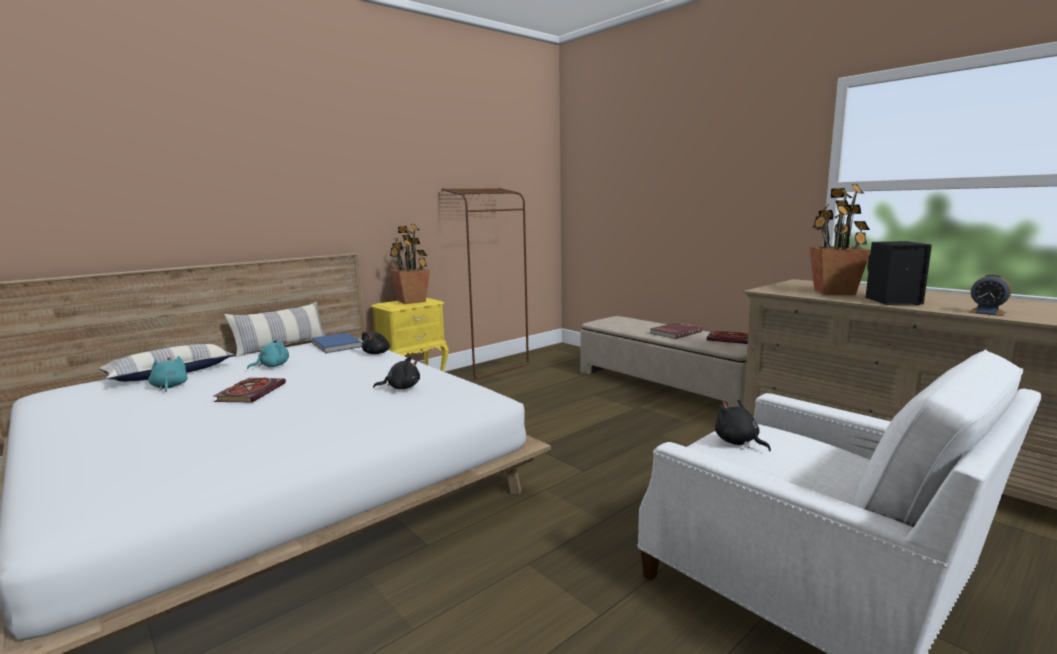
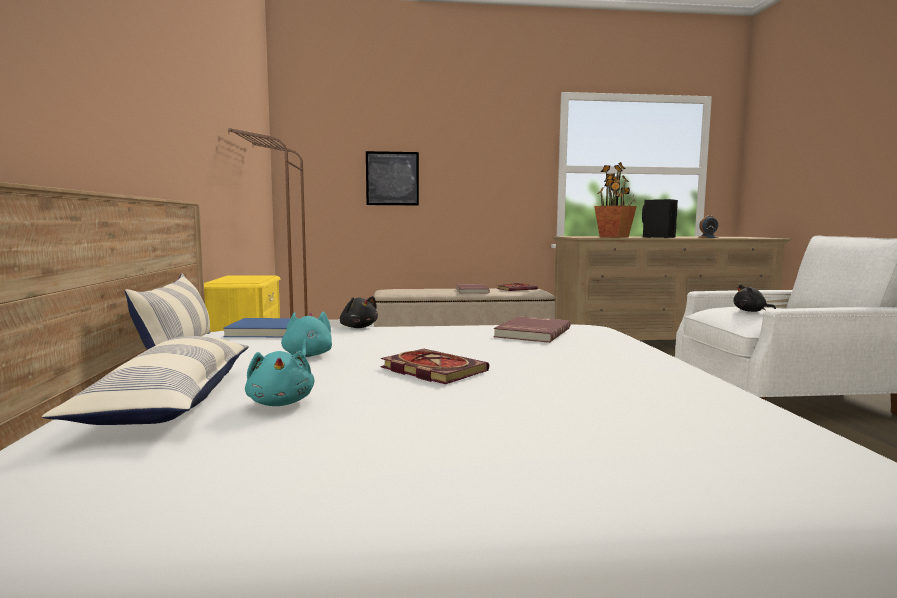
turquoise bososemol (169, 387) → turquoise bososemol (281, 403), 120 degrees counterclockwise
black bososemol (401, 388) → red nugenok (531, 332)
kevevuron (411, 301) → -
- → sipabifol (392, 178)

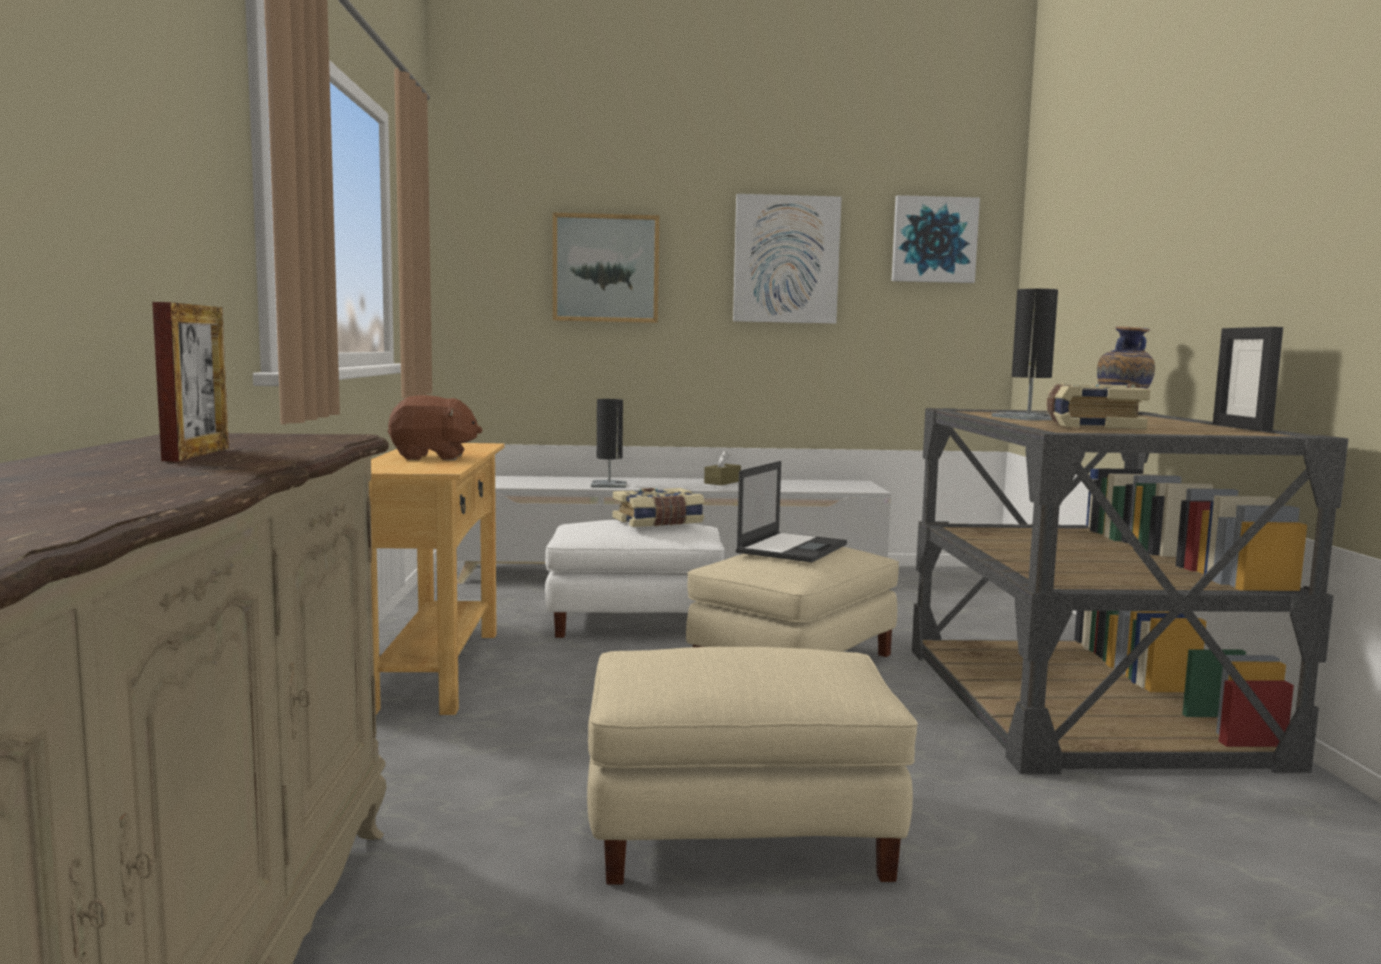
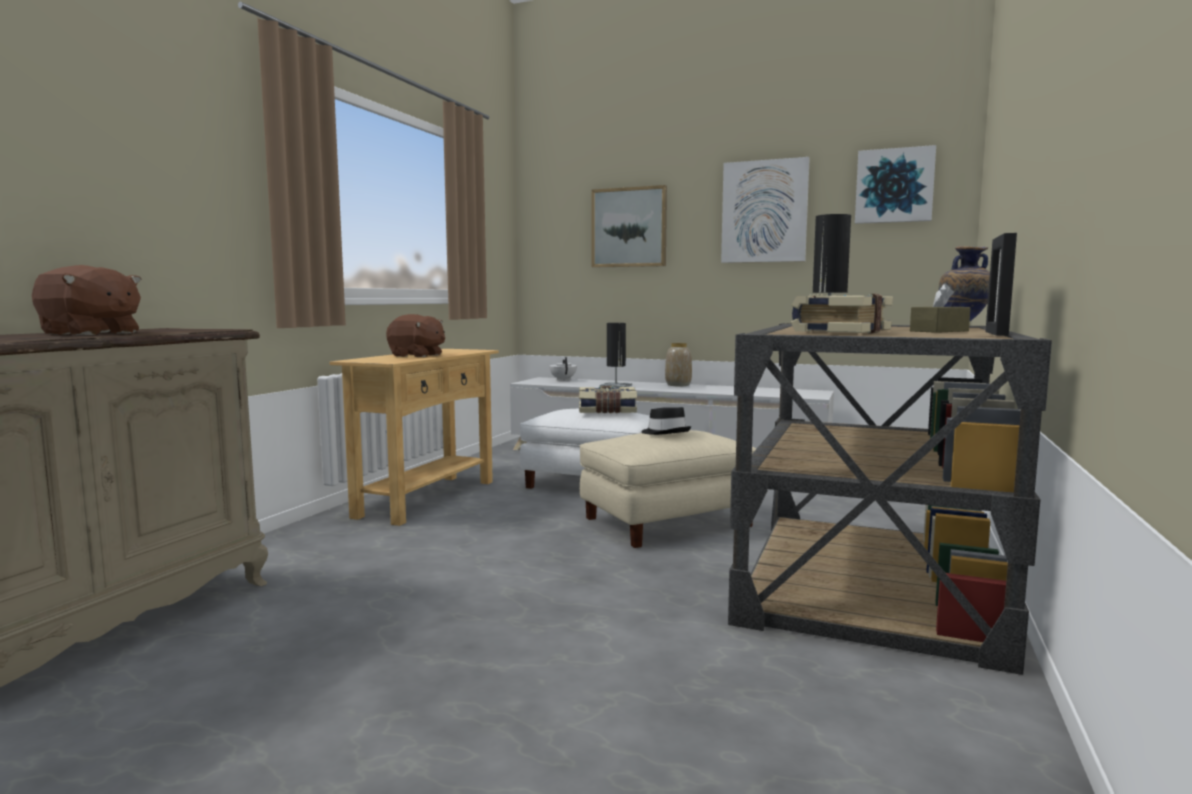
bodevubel (197, 454) → brown bososemol (90, 333)
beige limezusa (741, 828) → -
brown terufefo (722, 482) → brown terufefo (939, 331), shifted
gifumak (792, 548) → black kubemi (665, 432)
- → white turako (563, 380)
- → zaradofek (678, 385)

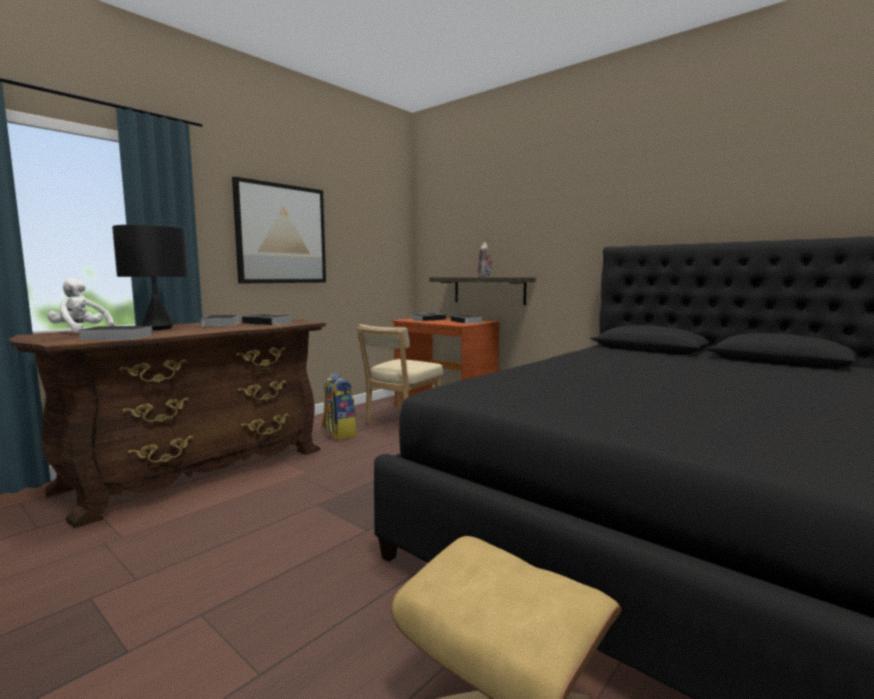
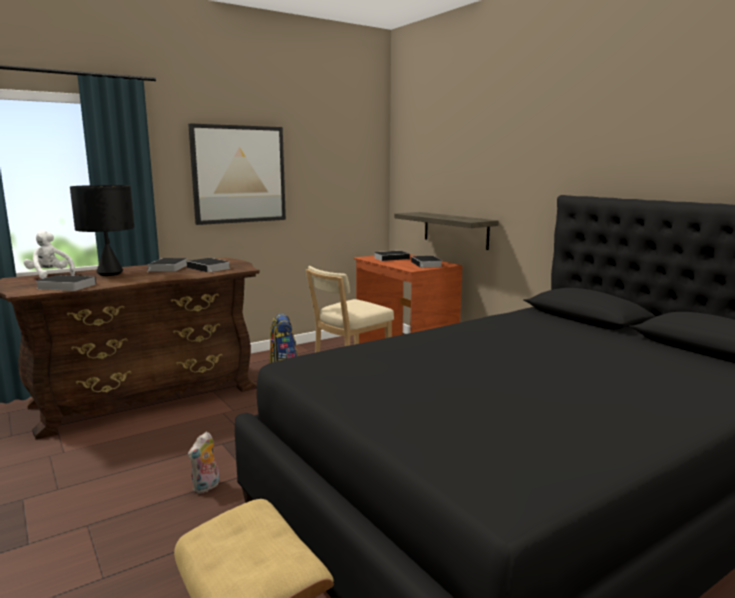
bososemol (484, 277) → bososemol (206, 487), shifted

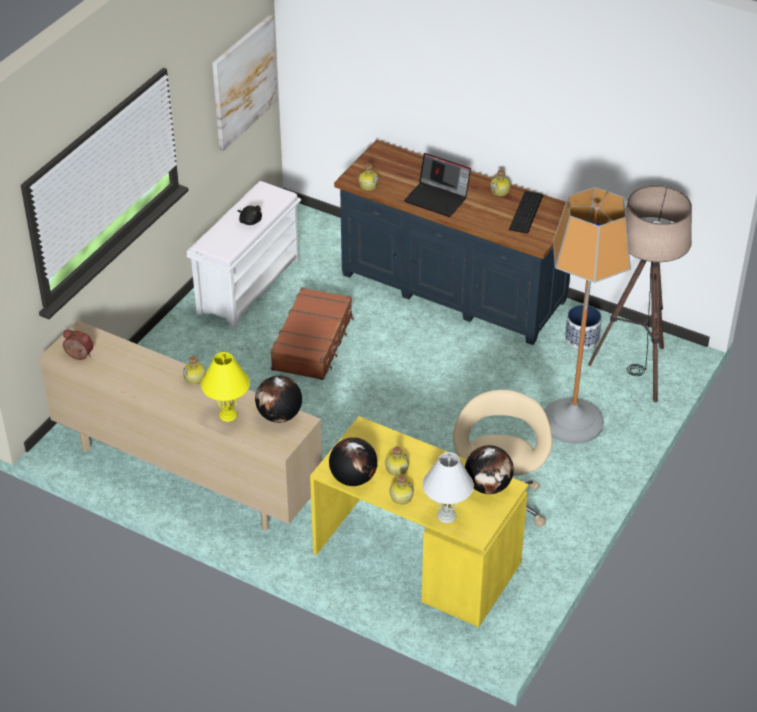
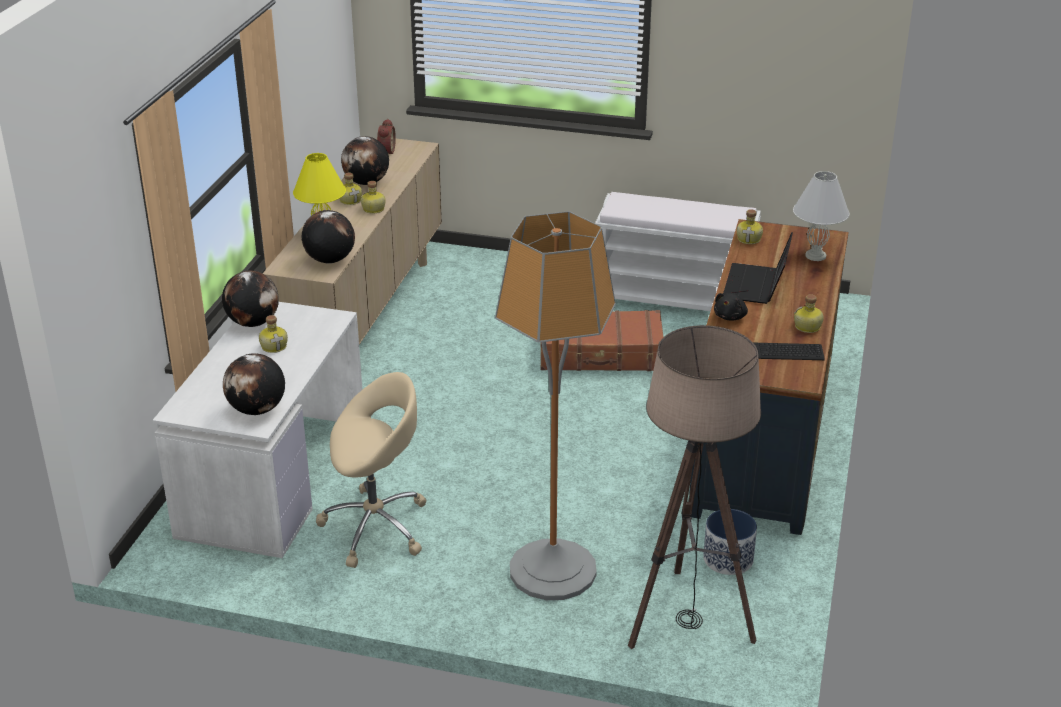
sipabifol (244, 82) → -
black bososemol (250, 221) → black bososemol (730, 316), shifted
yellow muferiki (415, 558) → white muferiki (273, 477)
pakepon (400, 497) → pakepon (350, 200), shifted
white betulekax (446, 515) → white betulekax (816, 256), shifted
- → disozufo (366, 182)

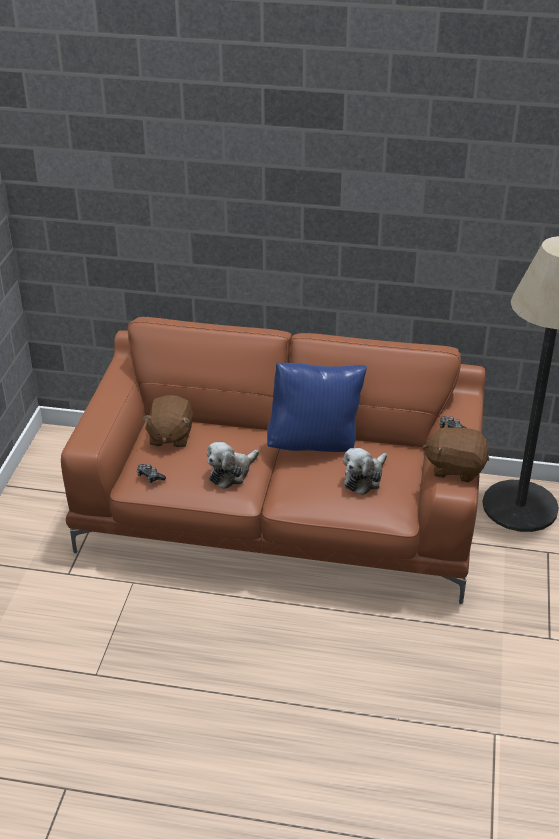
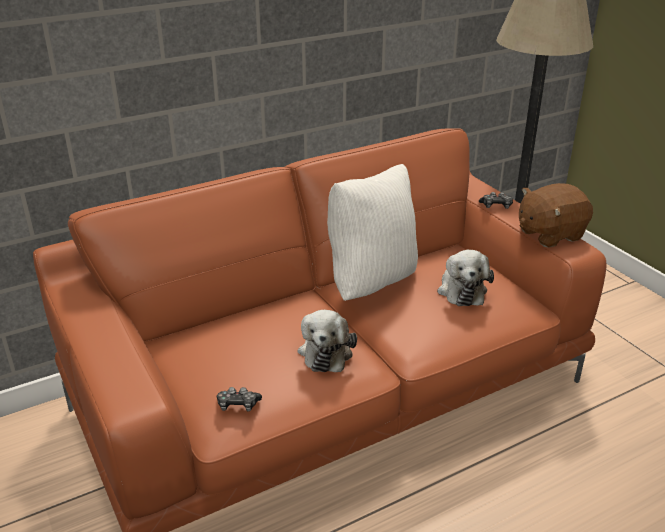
brown bososemol (170, 436) → -
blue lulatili (314, 444) → white lulatili (371, 282)

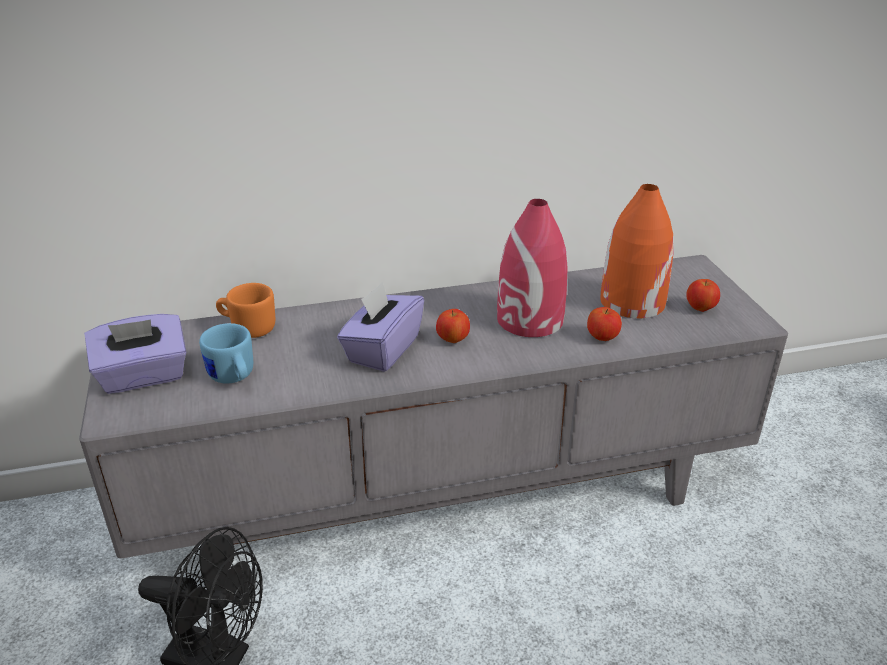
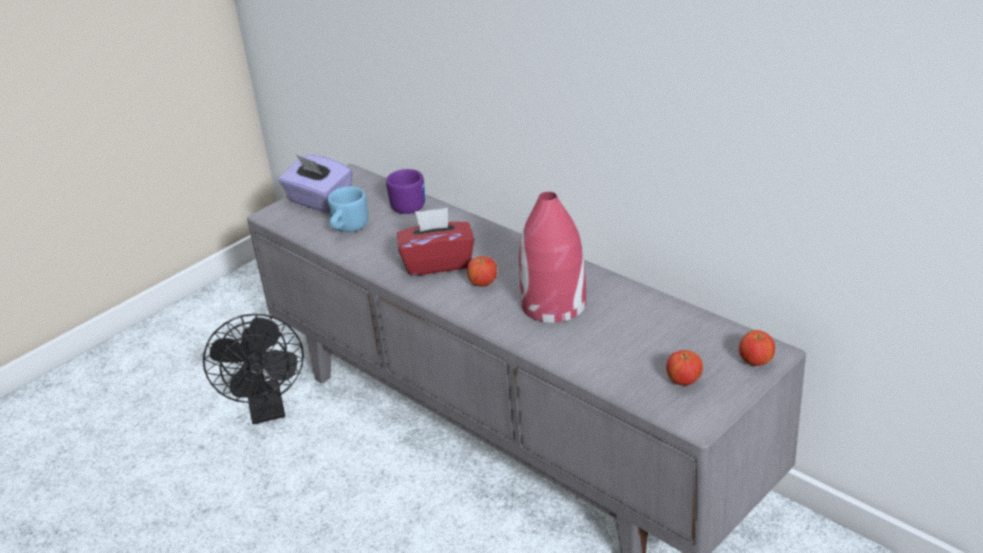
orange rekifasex (248, 328) → purple rekifasex (407, 205)
purple terufefo (382, 349) → red terufefo (438, 263)
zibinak (602, 338) → zibinak (756, 362), shifted
orange zaradofek (631, 302) → -

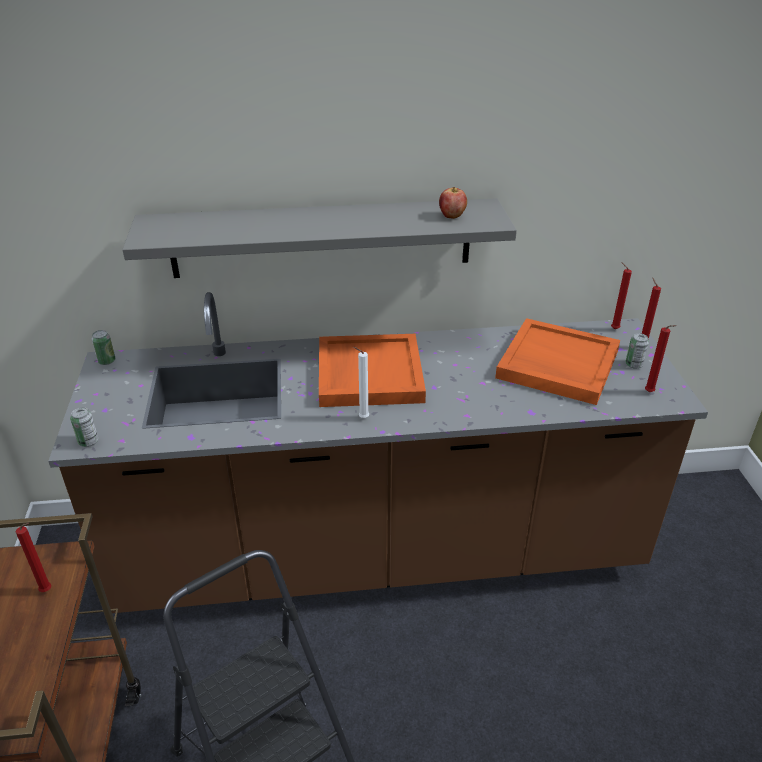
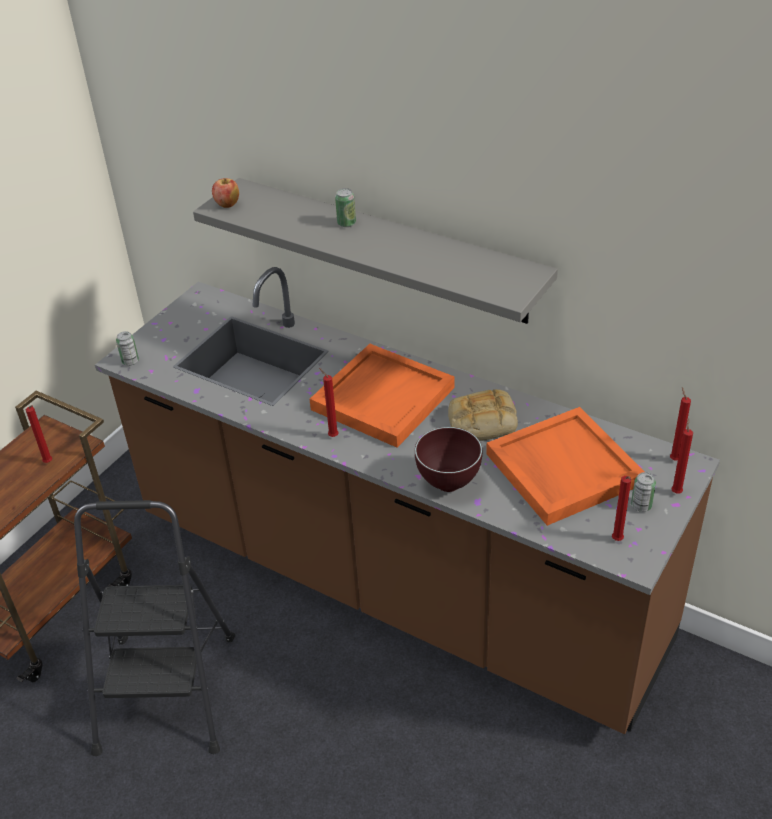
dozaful (106, 361) → dozaful (346, 223), shifted
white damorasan (362, 418) → red damorasan (332, 436)
zibinak (452, 216) → zibinak (227, 205), shifted
- → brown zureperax (447, 483)
- → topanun (481, 422)

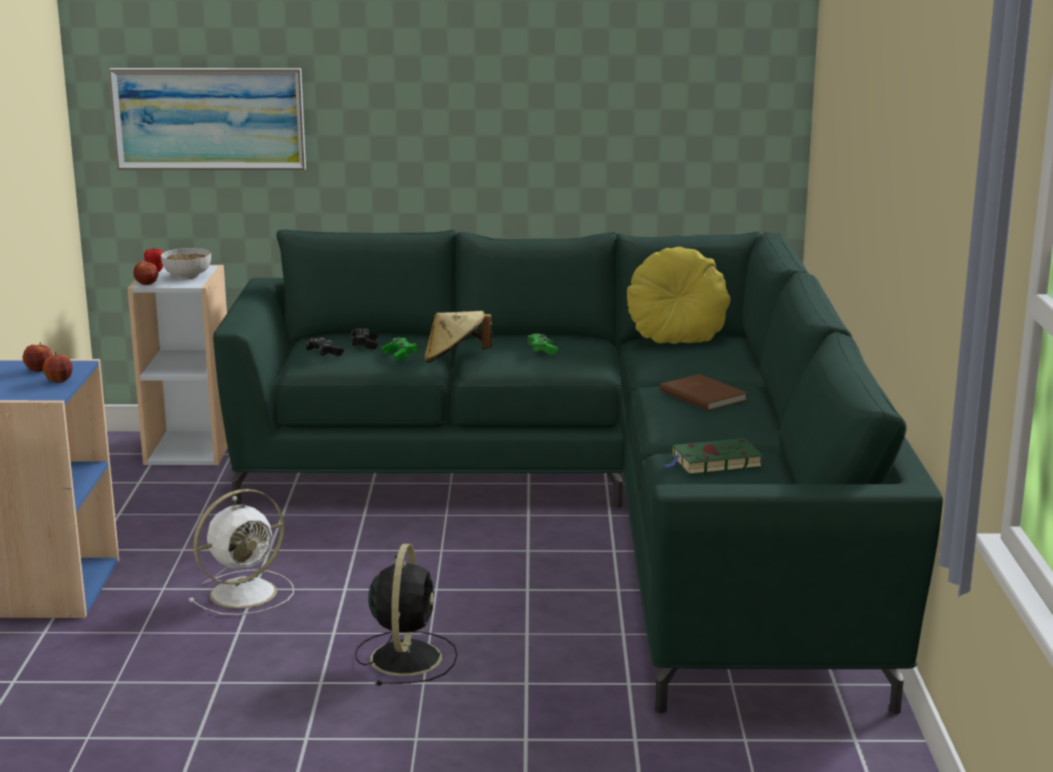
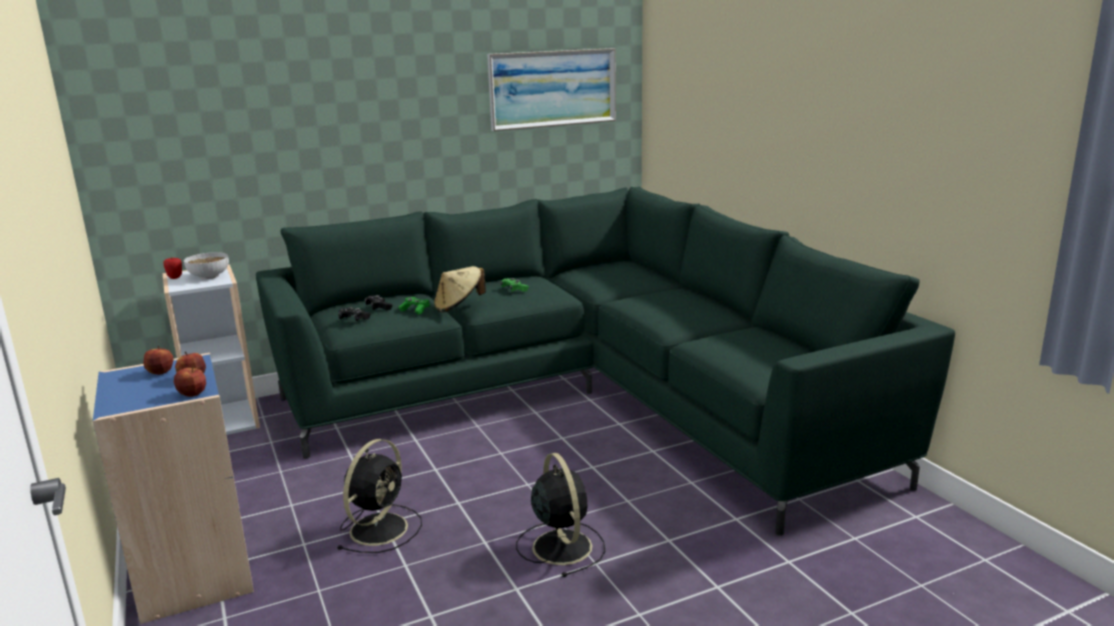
sipabifol (209, 118) → sipabifol (553, 88), shifted
zibinak (146, 283) → zibinak (192, 394), shifted
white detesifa (246, 592) → black detesifa (380, 528)
yellow lulatili (676, 340) → -
brown nugenok (704, 394) → -
green nugenok (713, 463) → -

